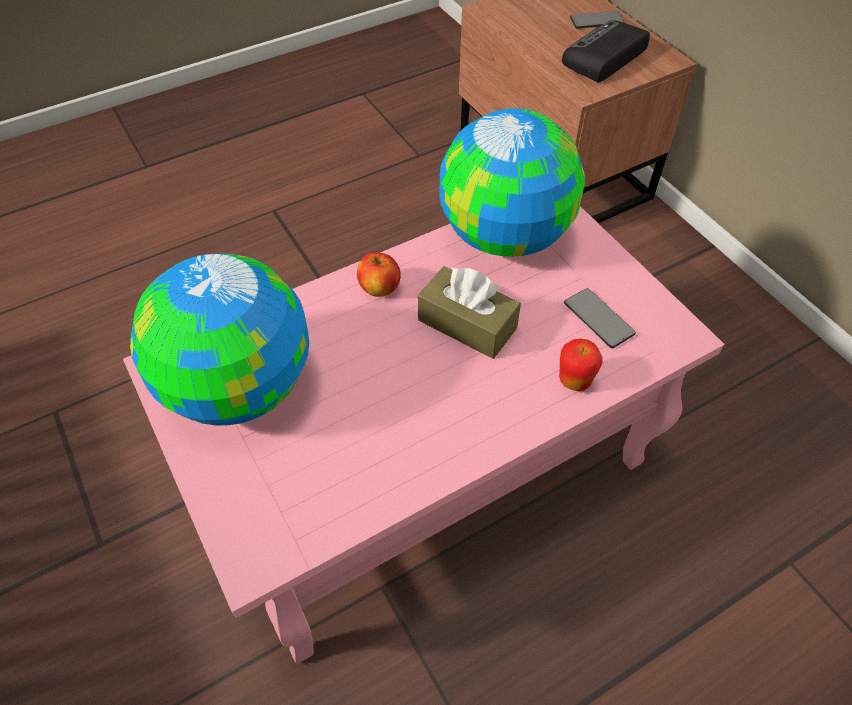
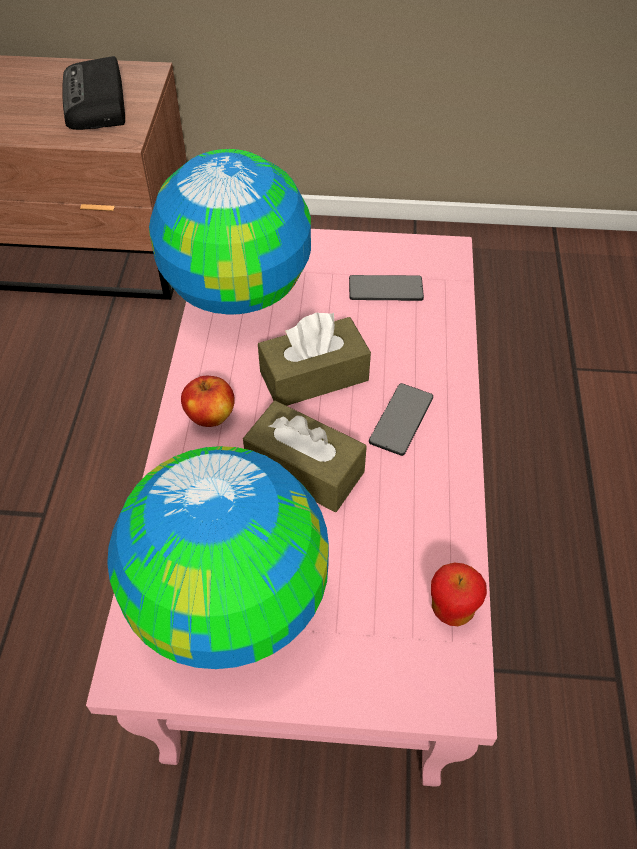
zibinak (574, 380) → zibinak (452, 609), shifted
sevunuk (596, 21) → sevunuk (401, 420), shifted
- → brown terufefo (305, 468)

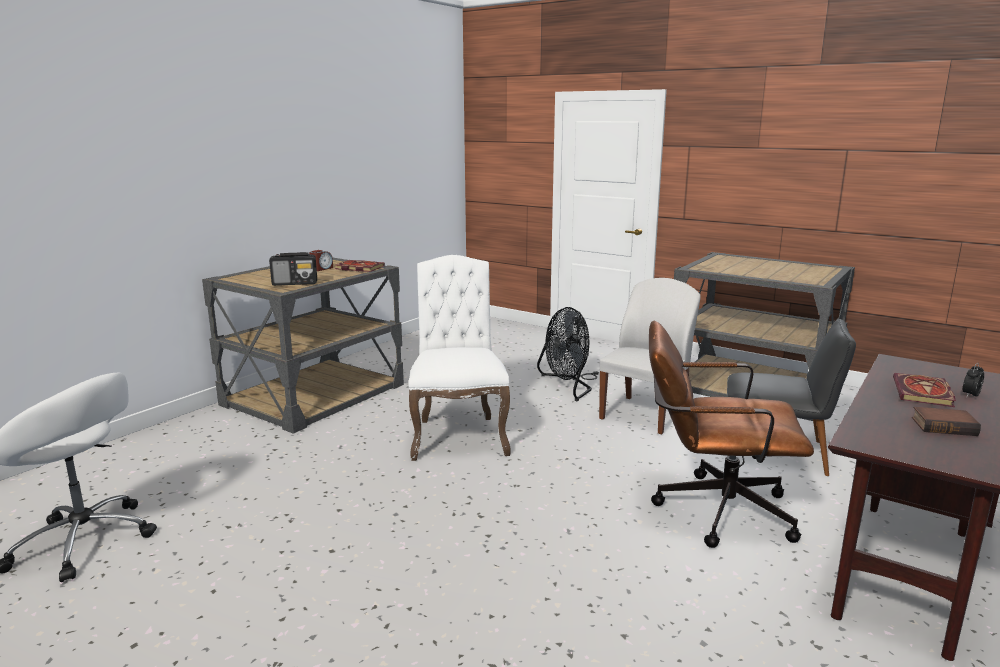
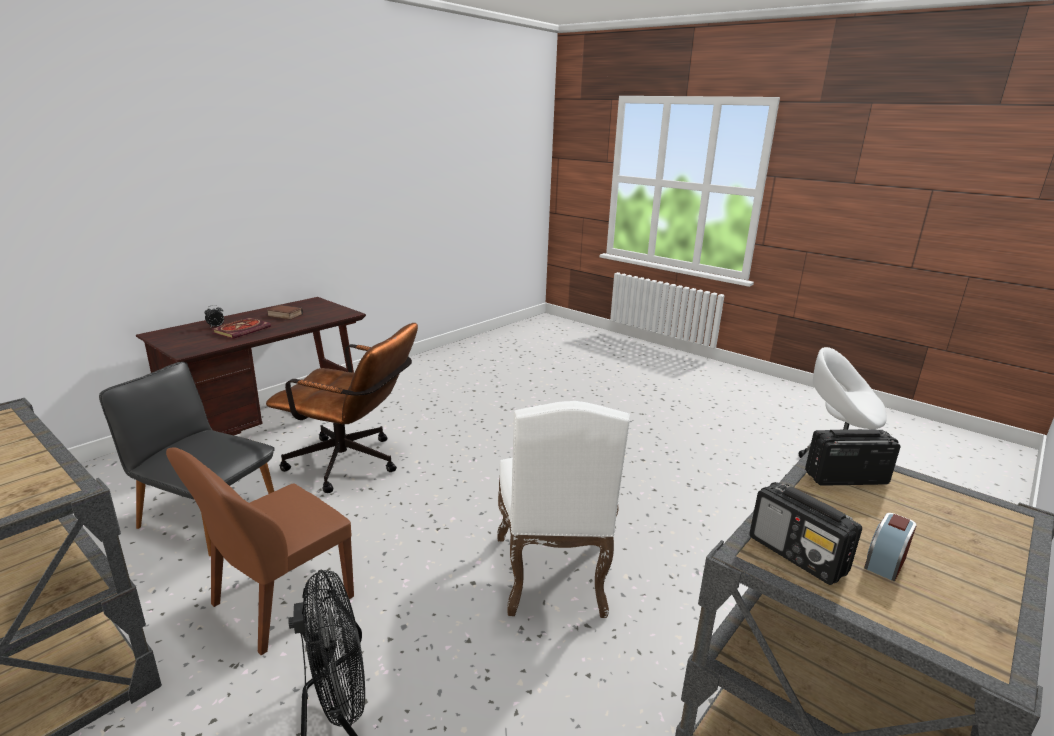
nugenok (358, 268) → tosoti (797, 555)
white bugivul (645, 414) → brown bugivul (279, 603)

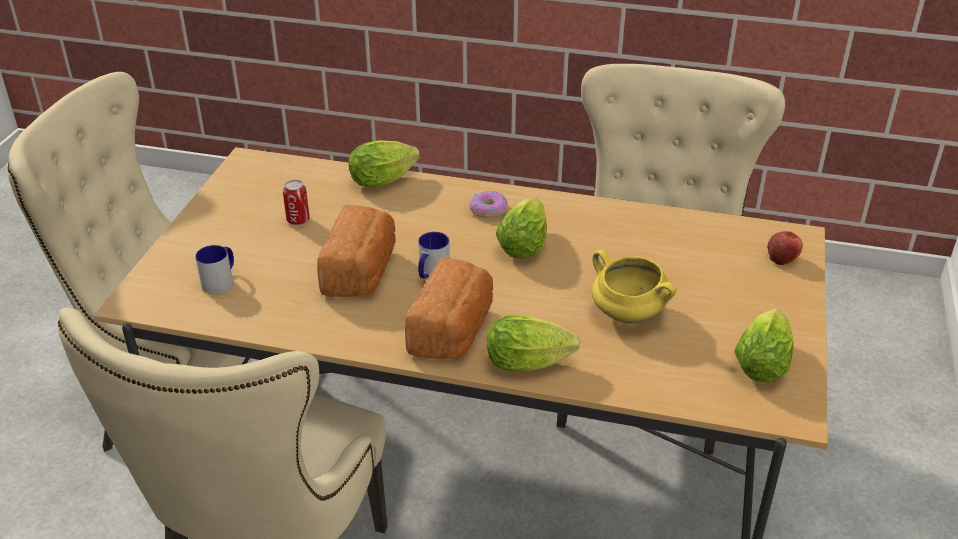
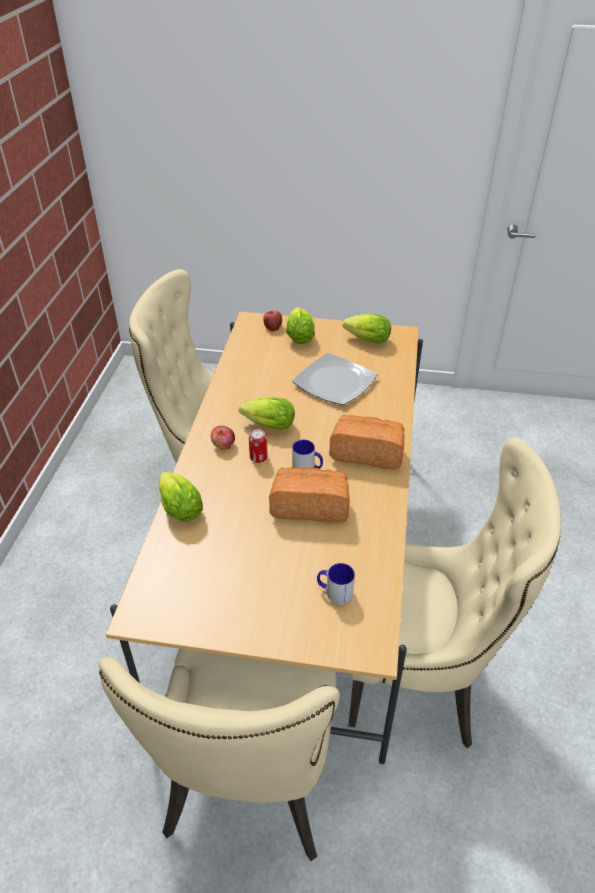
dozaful (298, 220) → dozaful (258, 458), shifted
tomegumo (488, 209) → zibinak (223, 445)
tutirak (532, 363) → tutirak (299, 335), shifted
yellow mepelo (627, 314) → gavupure (335, 383)

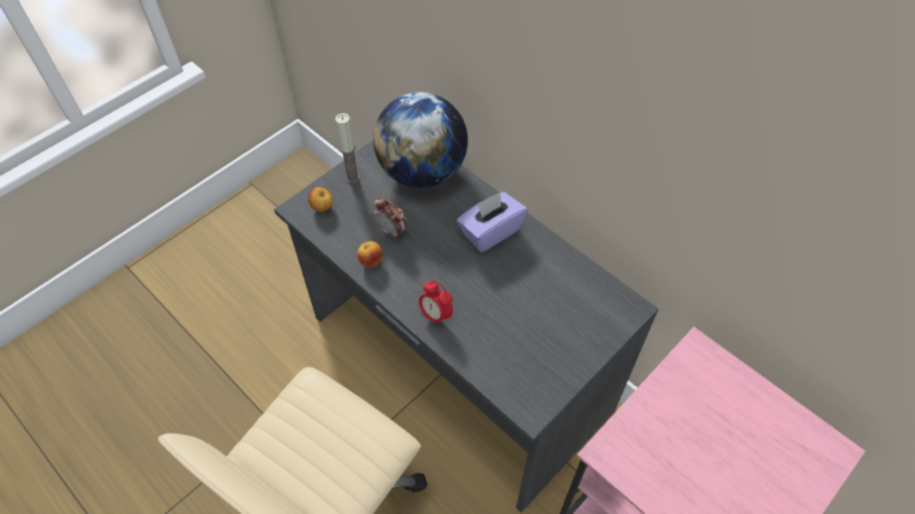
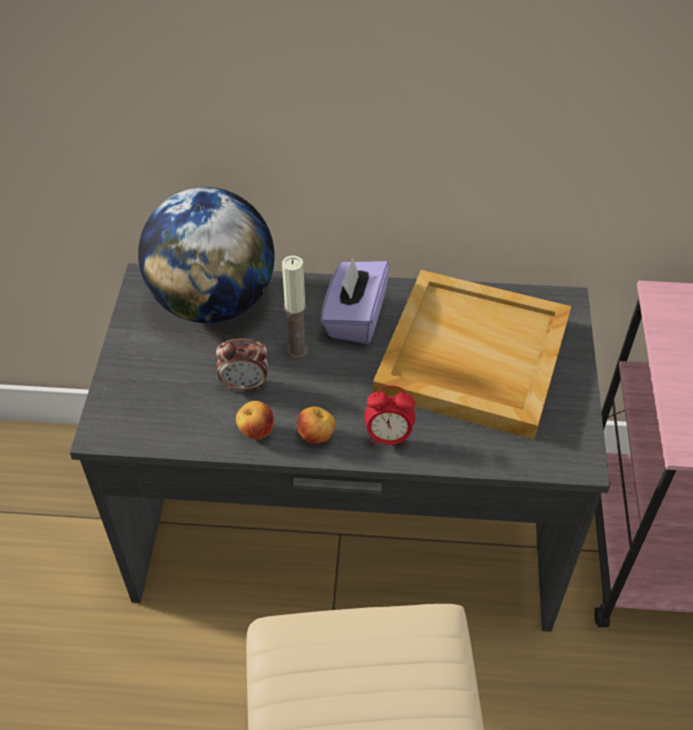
zibinak (322, 208) → zibinak (316, 436), shifted
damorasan (352, 177) → damorasan (297, 350), shifted
- → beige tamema (471, 358)

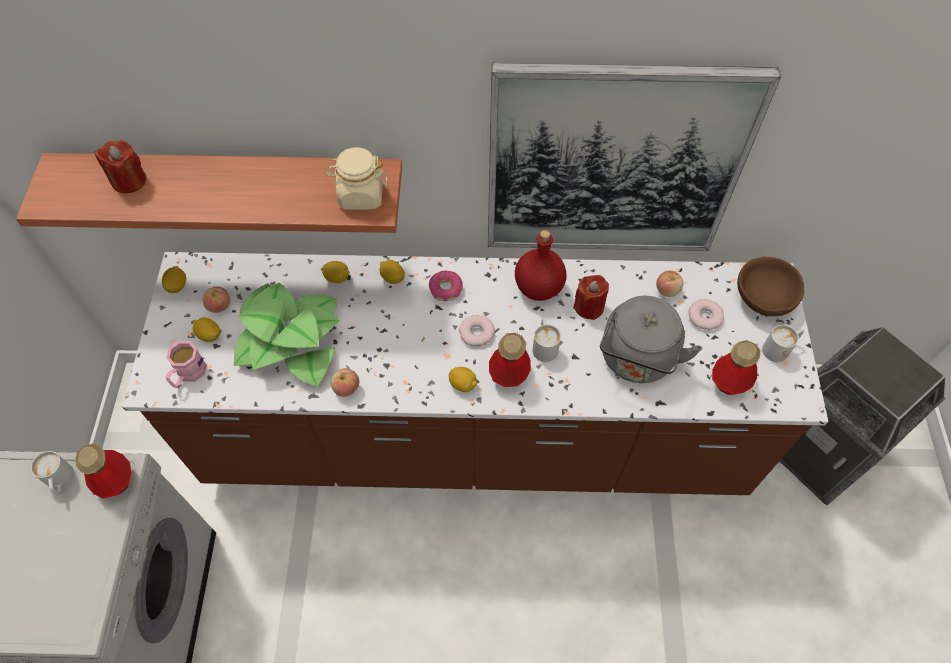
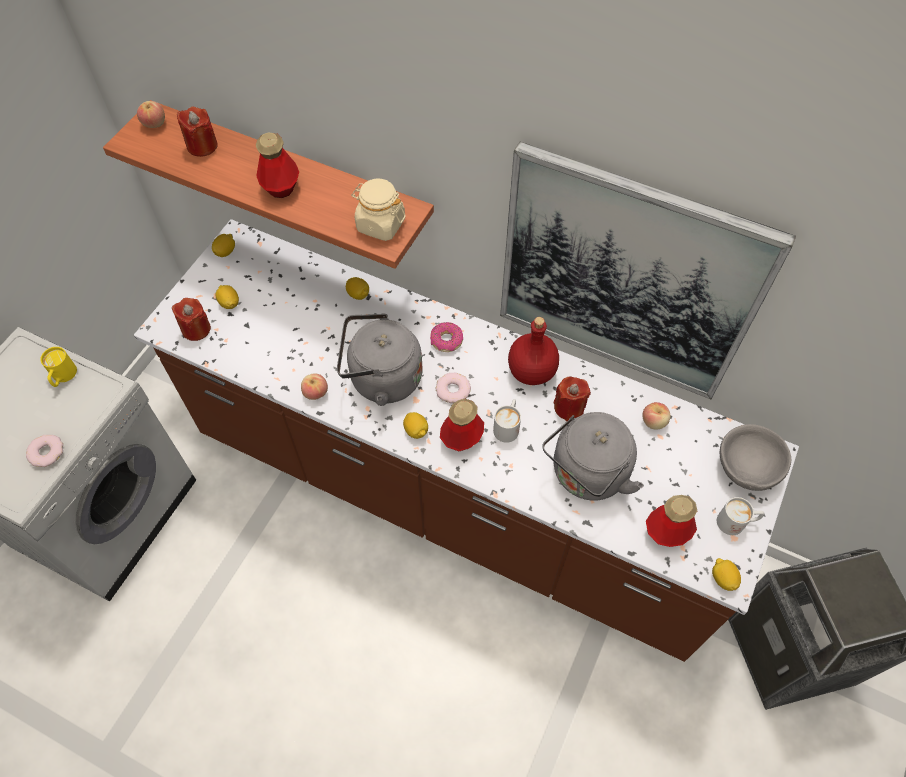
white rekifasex (61, 482) → yellow rekifasex (63, 377)
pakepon (115, 480) → pakepon (281, 187), shifted
pink rekifasex (188, 374) → red damorasan (196, 329)
zibinak (219, 306) → zibinak (154, 124), shifted
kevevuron (290, 339) → -
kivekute (392, 278) → kivekute (723, 578), shifted
tomegumo (704, 316) → tomegumo (46, 452), shifted
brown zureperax (762, 298) → grey zureperax (746, 467)
- → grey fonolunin (381, 379)

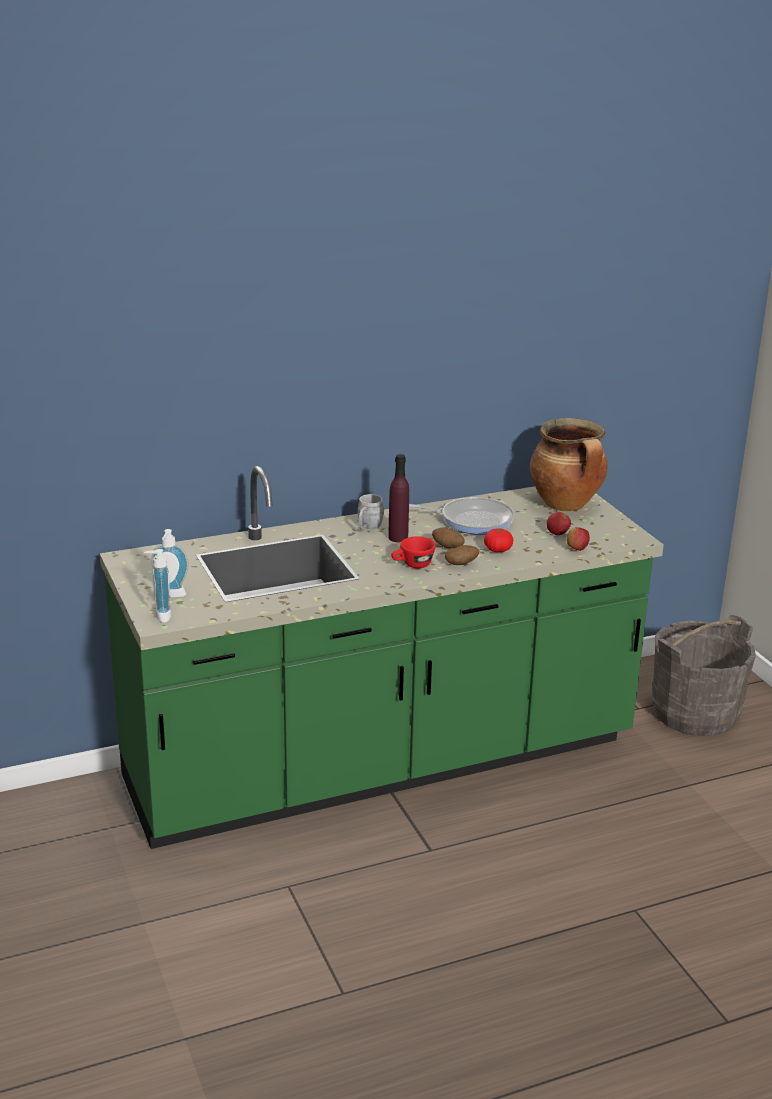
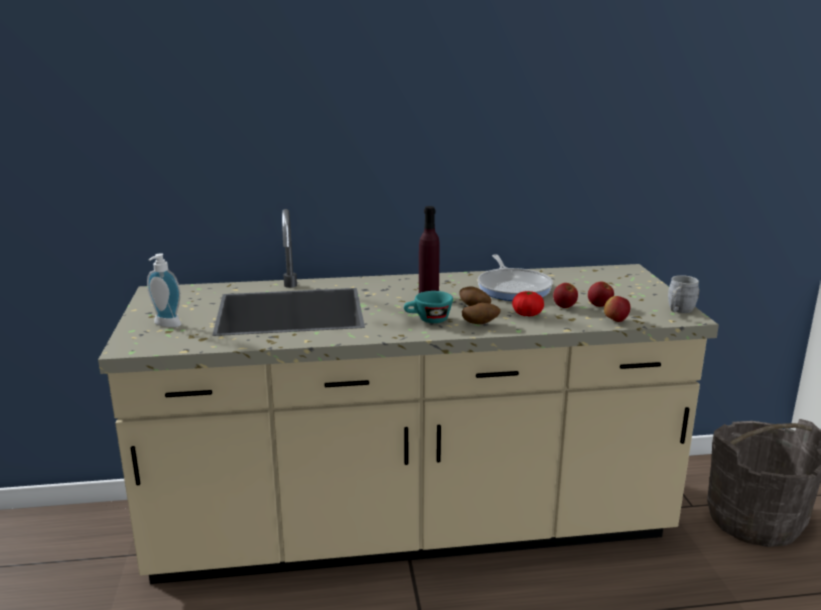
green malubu (381, 765) → beige malubu (410, 529)
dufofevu (159, 616) → -
grey rekifasex (368, 527) → grey rekifasex (678, 311), shifted
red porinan (412, 565) → turquoise porinan (428, 320)
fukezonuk (472, 520) → fukezonuk (513, 288), 60 degrees clockwise
mepelo (567, 505) → -
- → zibinak (564, 307)

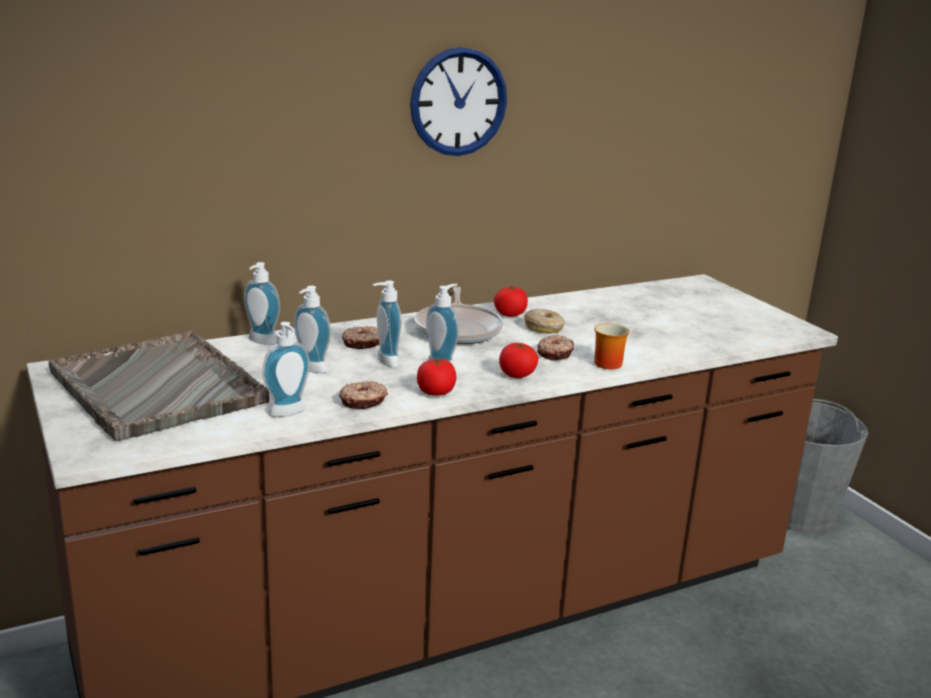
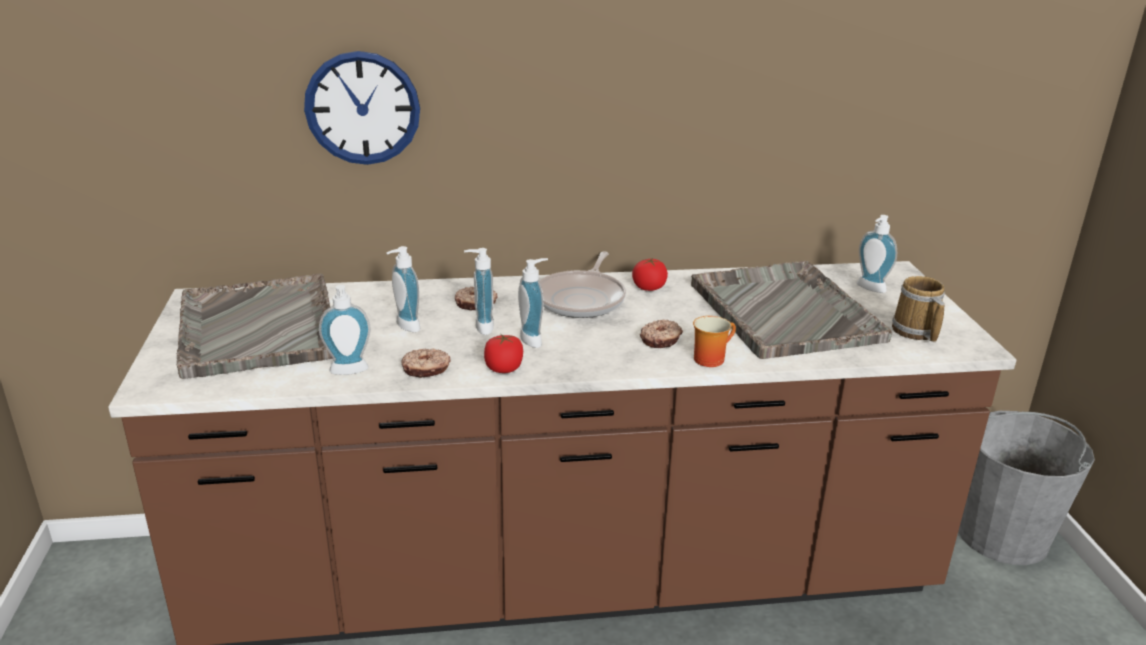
dufofevu (260, 342) → dufofevu (869, 288), shifted
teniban (458, 102) → teniban (362, 108), shifted
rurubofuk (517, 375) → -
tomegumo (544, 328) → -
- → grey tamema (784, 311)
- → rekifasex (915, 332)

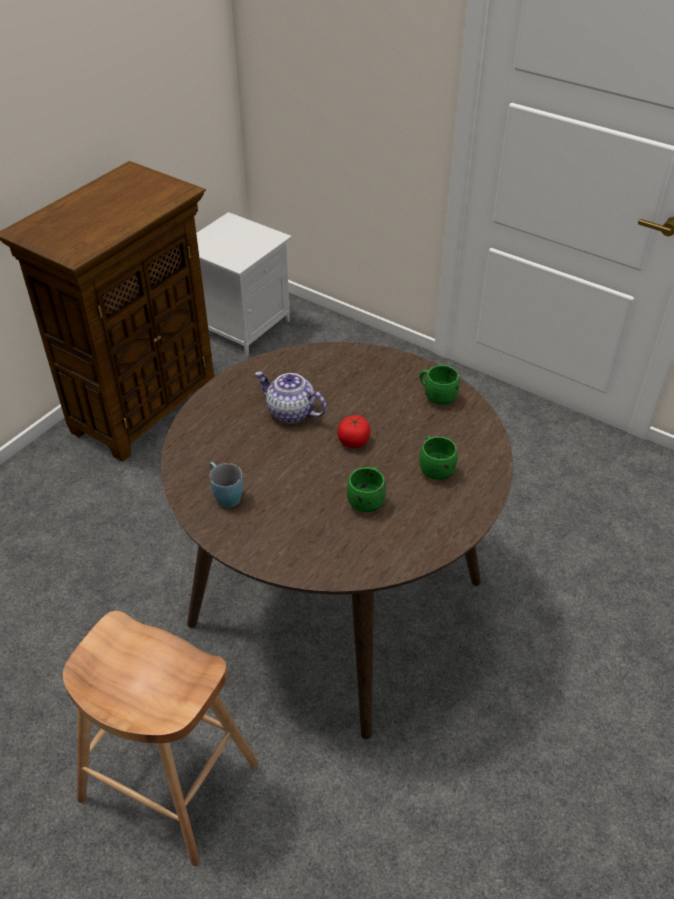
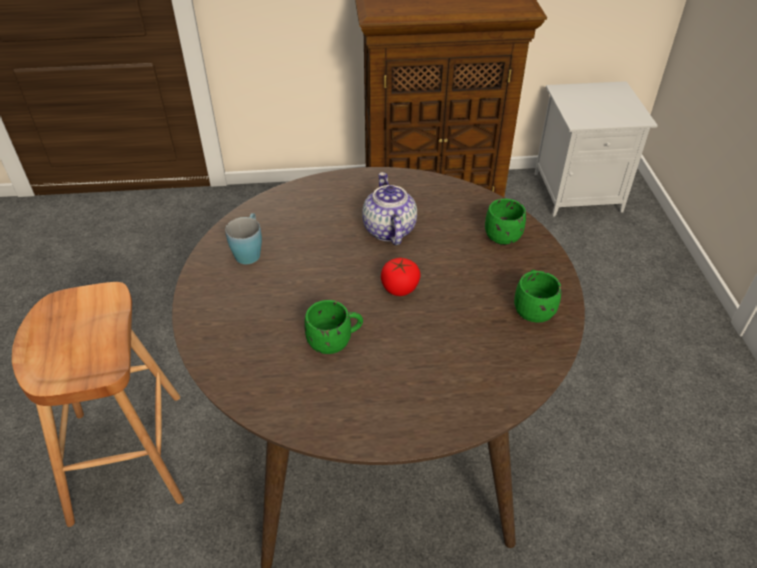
green rekifasex (434, 468) → green rekifasex (504, 234), shifted

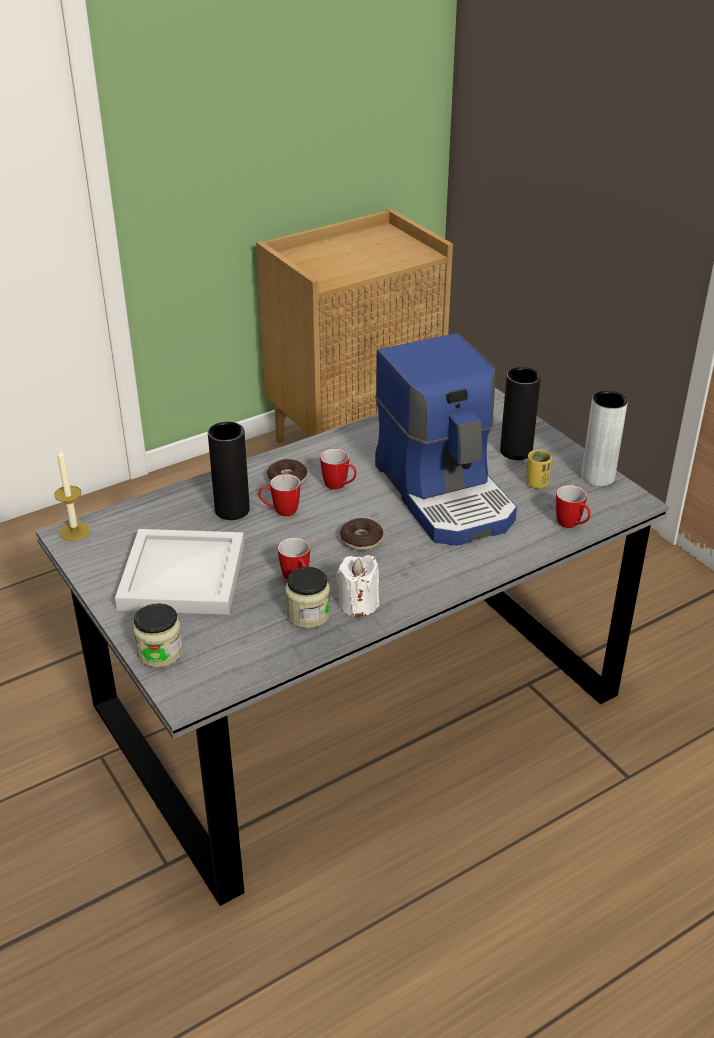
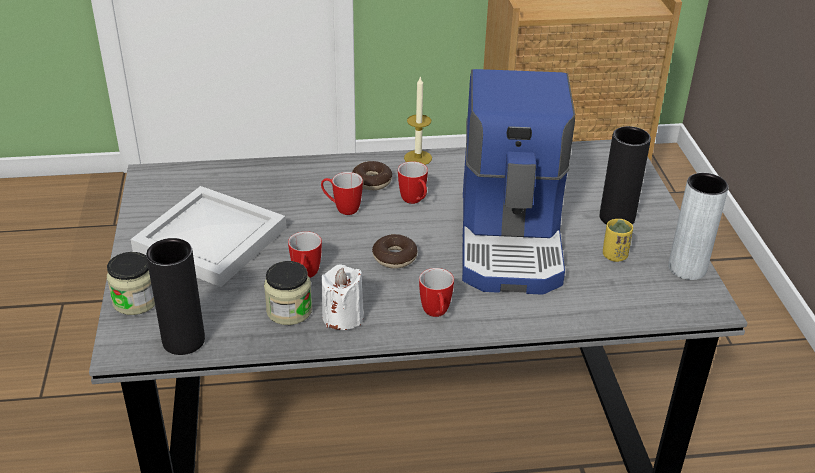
damorasan (74, 531) → damorasan (418, 158), shifted
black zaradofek (232, 510) → black zaradofek (183, 341), shifted
rekifasex (572, 525) → rekifasex (436, 314), shifted

